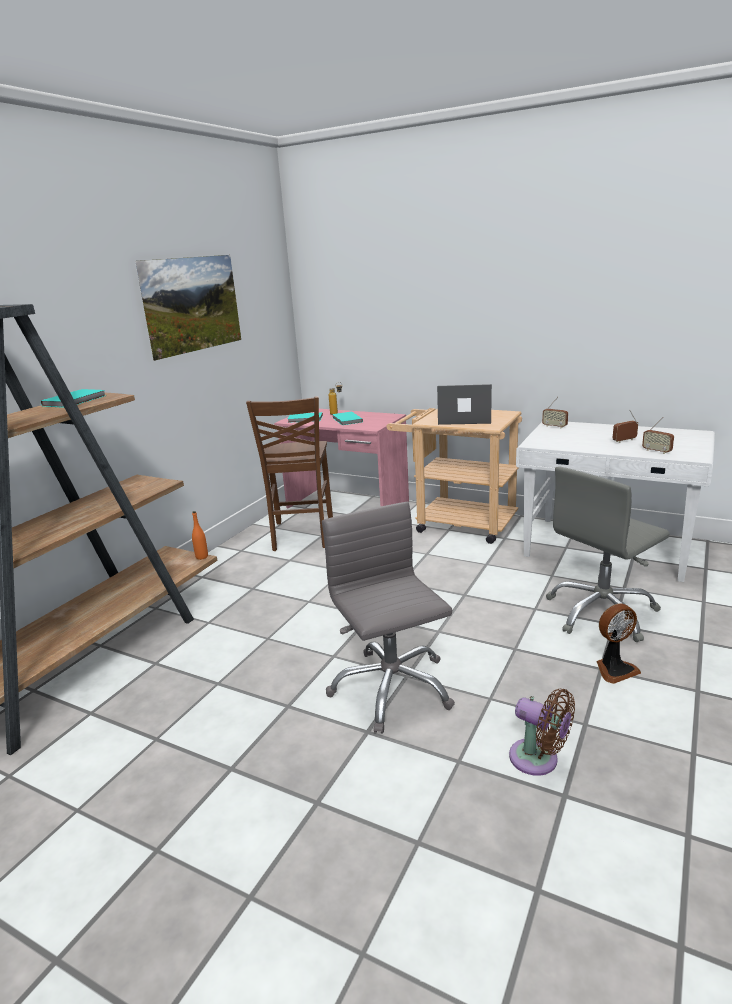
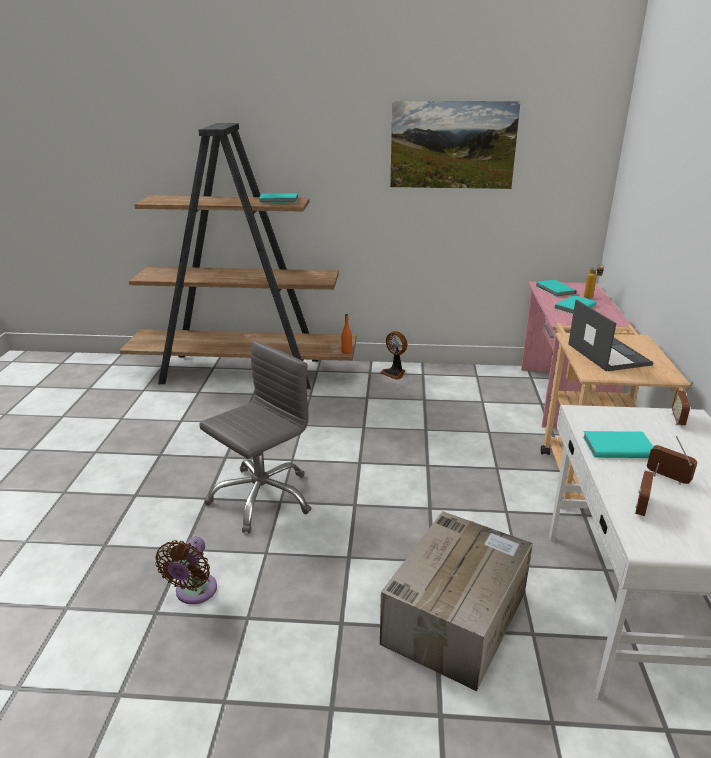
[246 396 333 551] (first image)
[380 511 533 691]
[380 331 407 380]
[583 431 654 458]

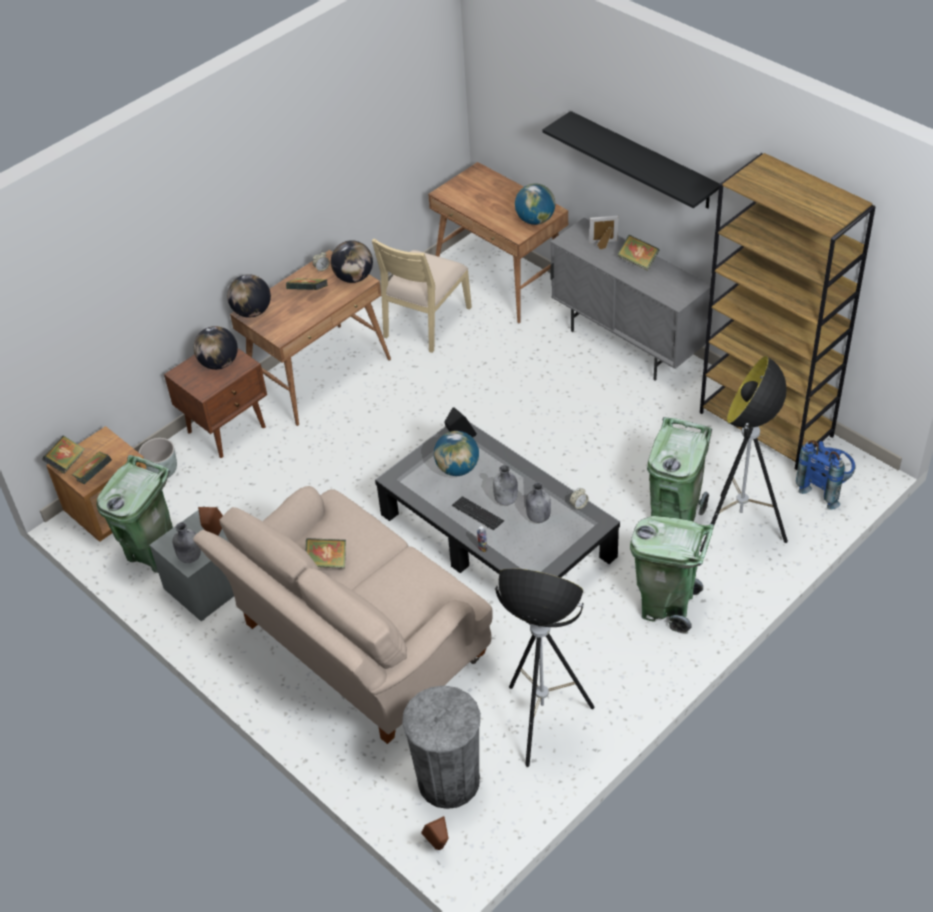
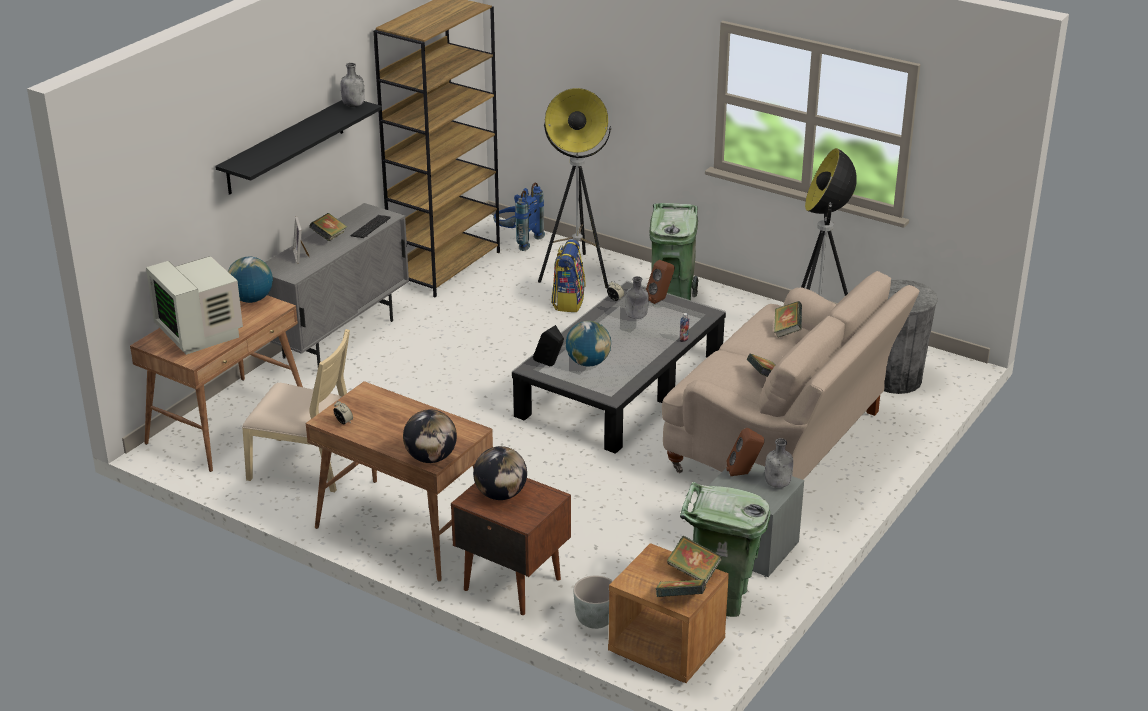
[774 301 802 338]
[331 240 373 283] (first image)
[646 260 675 304]
[351 215 391 238]
[341 63 365 107]
[551 239 585 312]
[146 256 243 355]

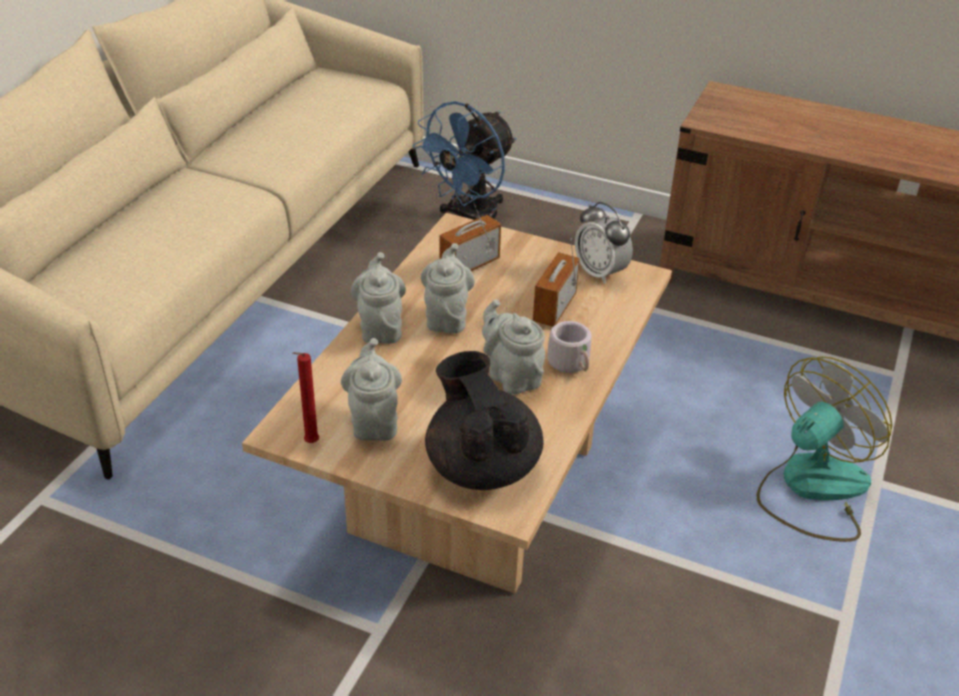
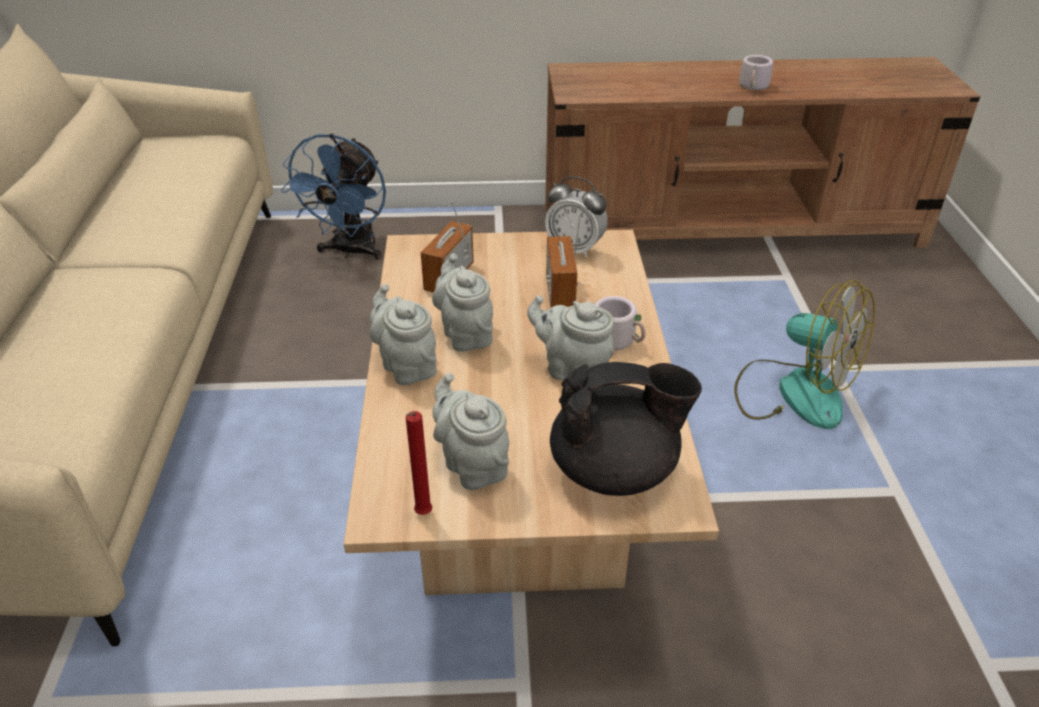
[550 362 702 496]
[734 280 875 429]
[739 55 776 90]

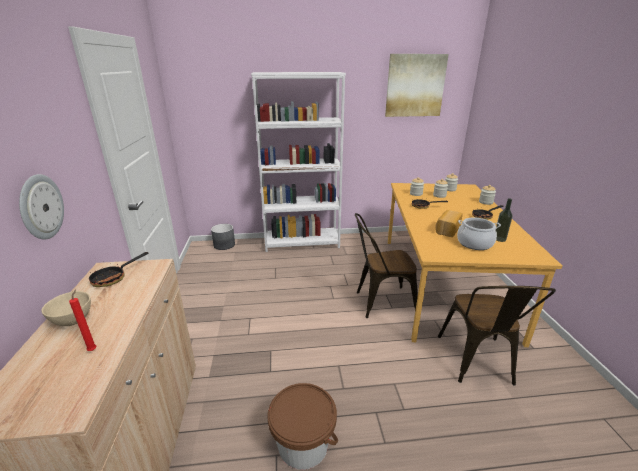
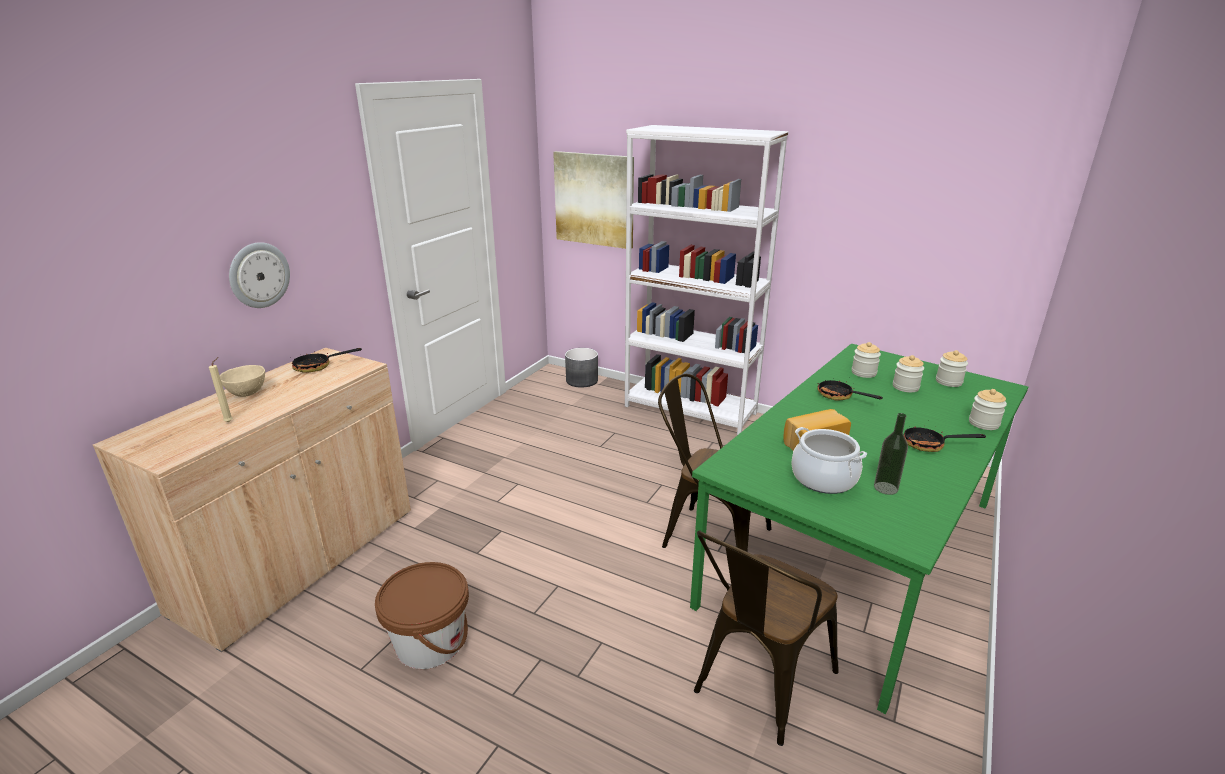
[209 357 233 422]
[553 151 634 249]
[690 343 1028 714]

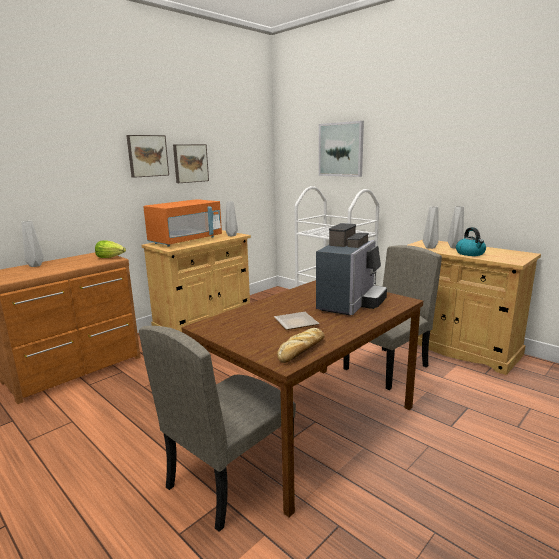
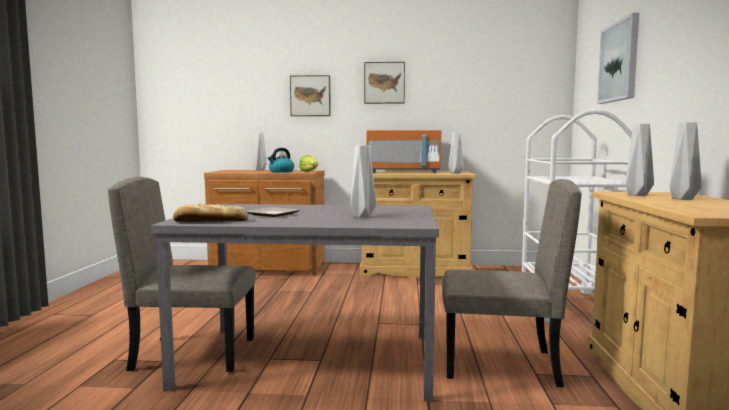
[290 75 331 116]
[151 204 439 402]
[350 146 376 218]
[268 148 294 173]

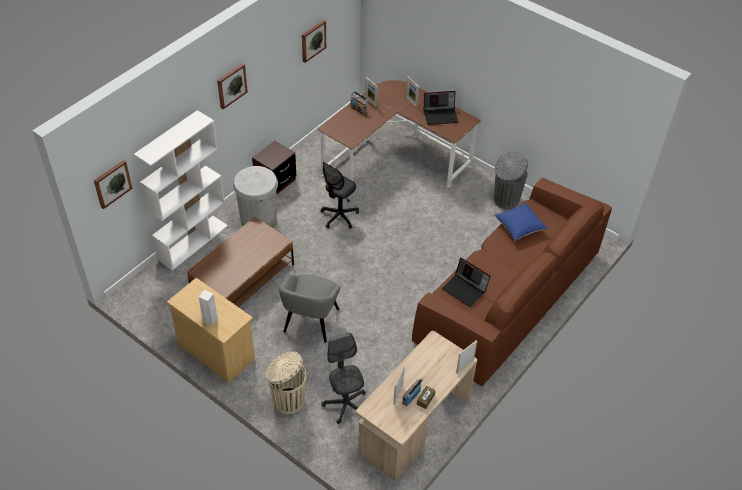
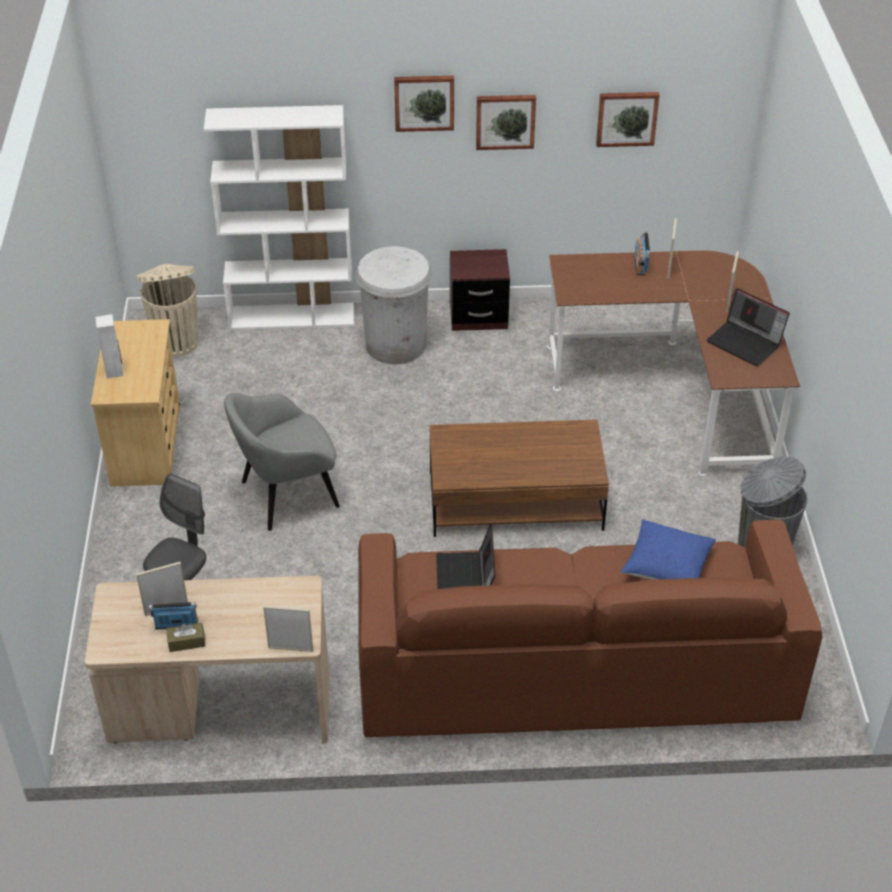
[476 95 536 150]
[430 419 609 537]
[136 264 199 357]
[321 162 359 229] (first image)

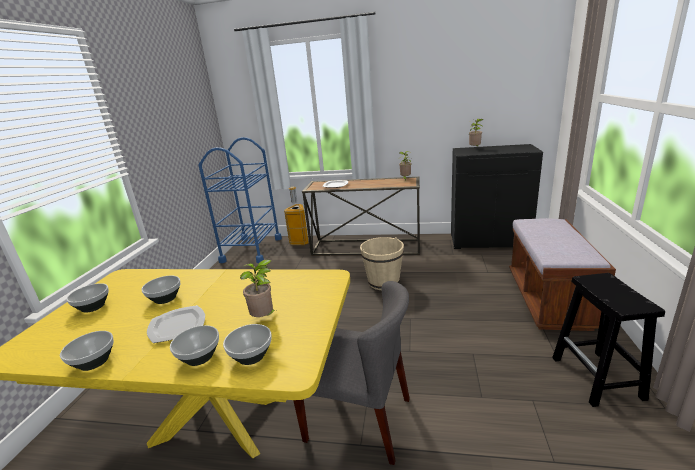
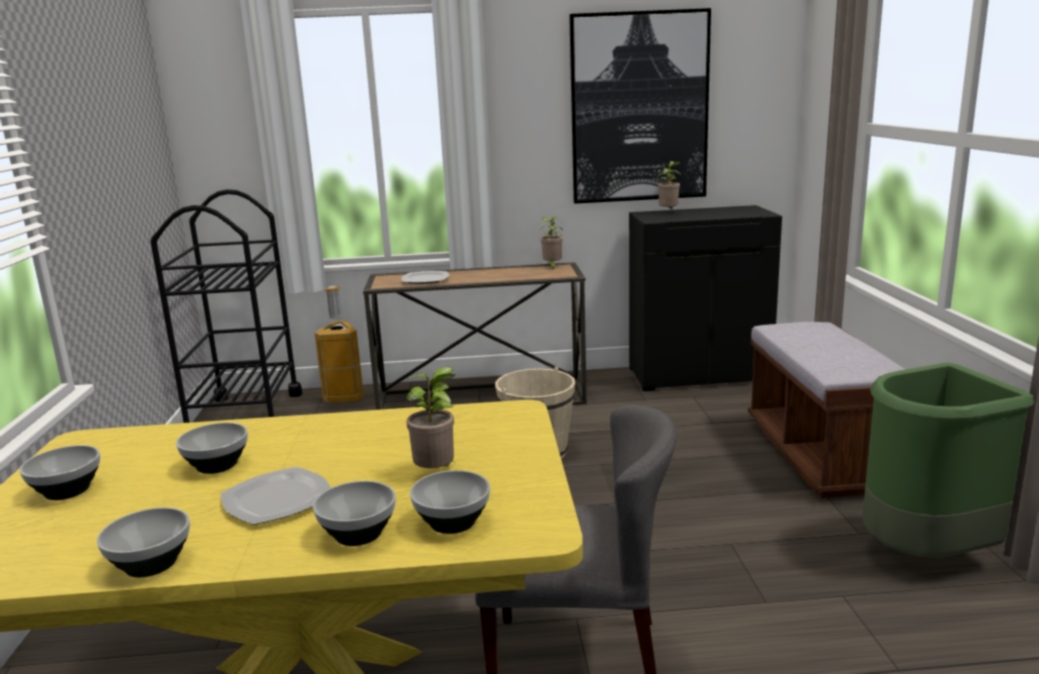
[150 189 302 423]
[862 363 1034 559]
[569 8 711 204]

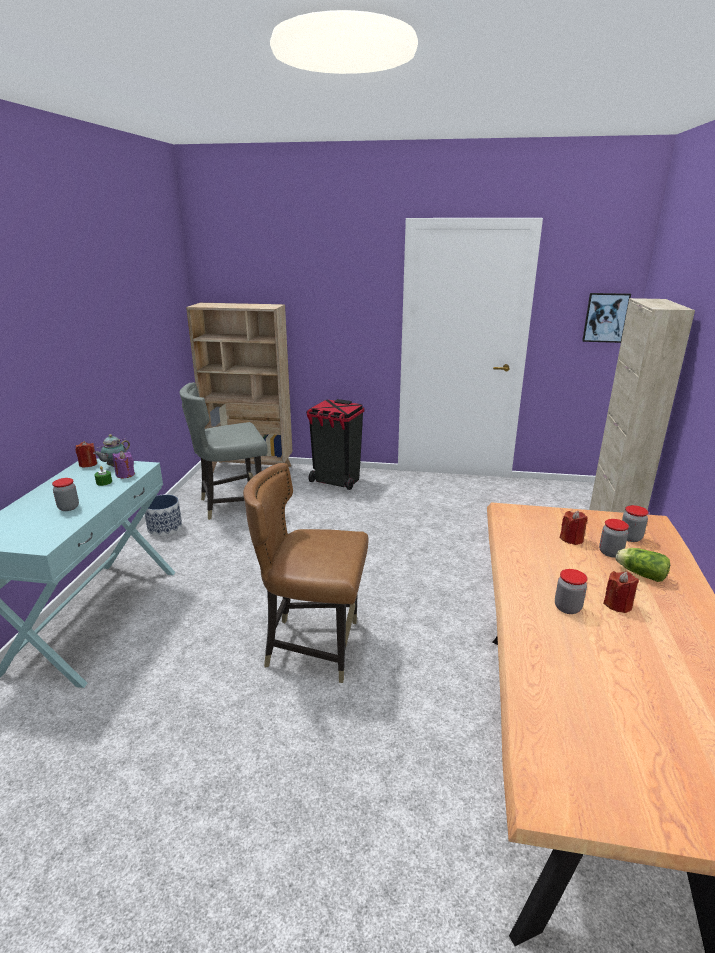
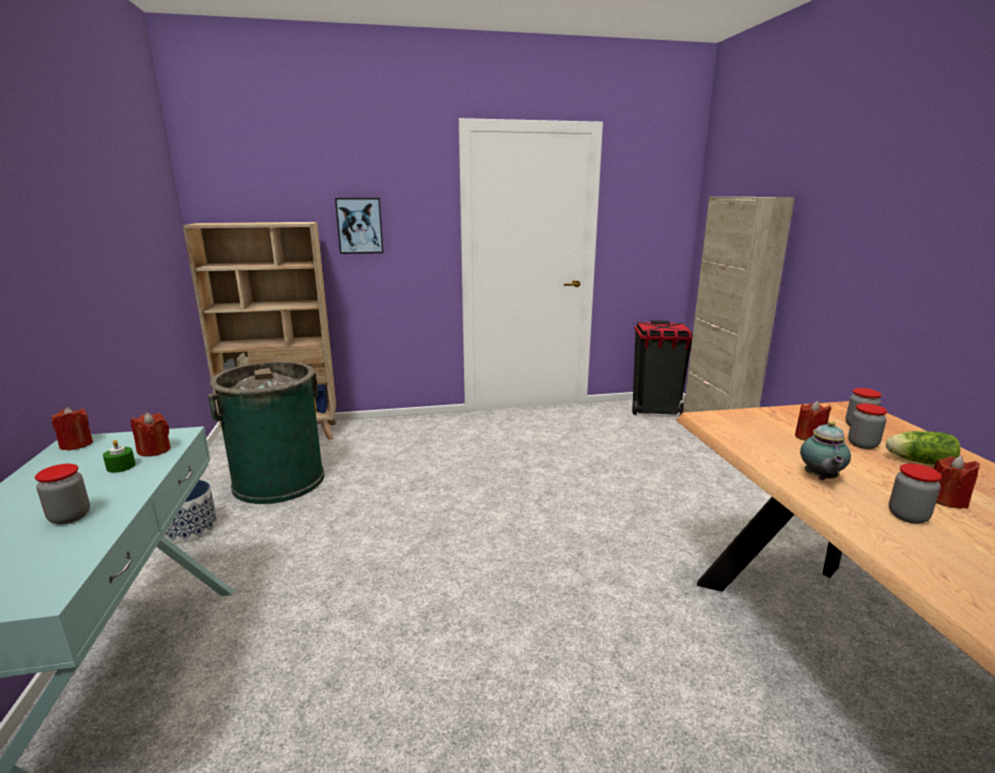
[800 421 851 480]
[131 413 171 456]
[208 361 324 504]
[243 463 369 683] (first image)
[632 320 693 415]
[335 198 383 254]

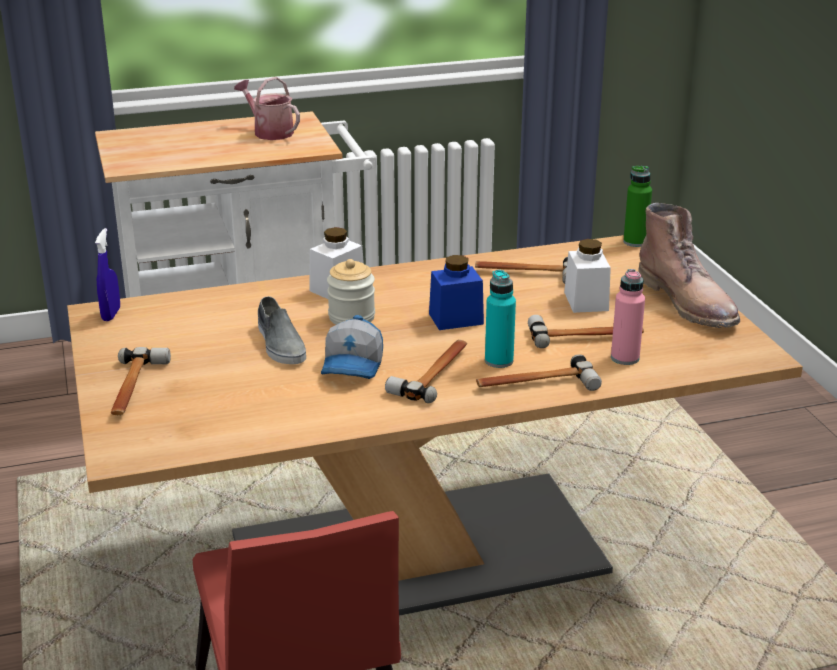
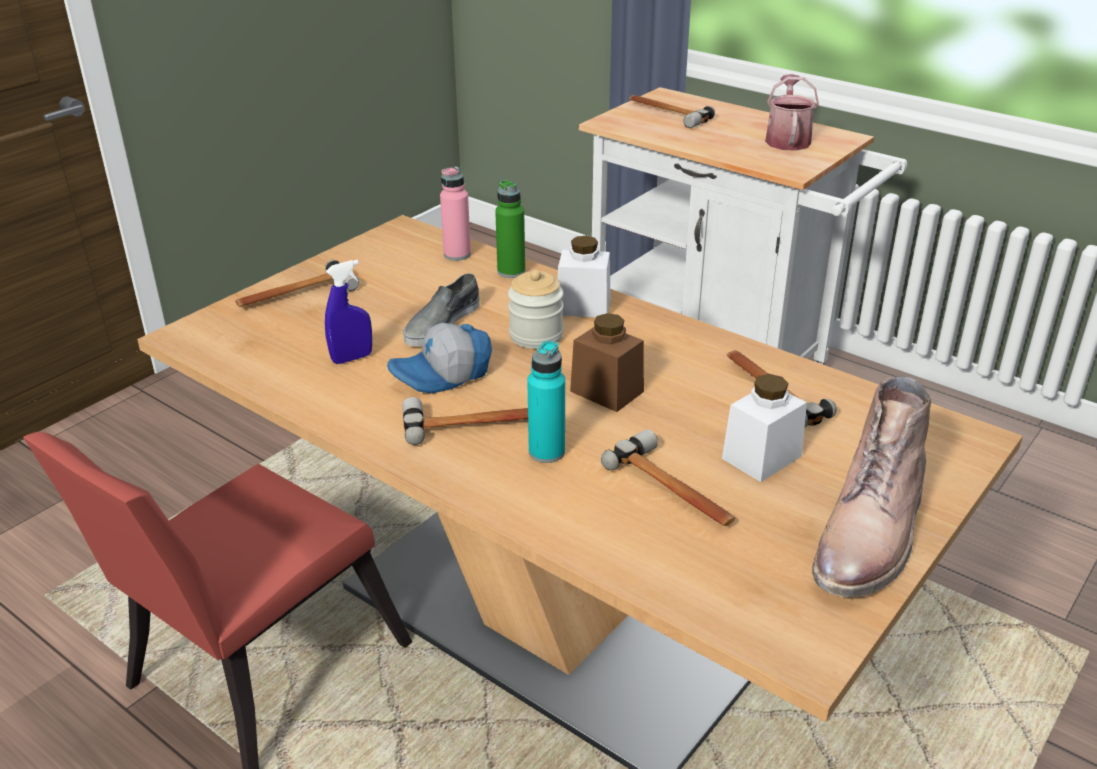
[325 260 372 364]
[570 313 644 412]
[629 95 715 128]
[440 166 471 261]
[495 180 525 278]

